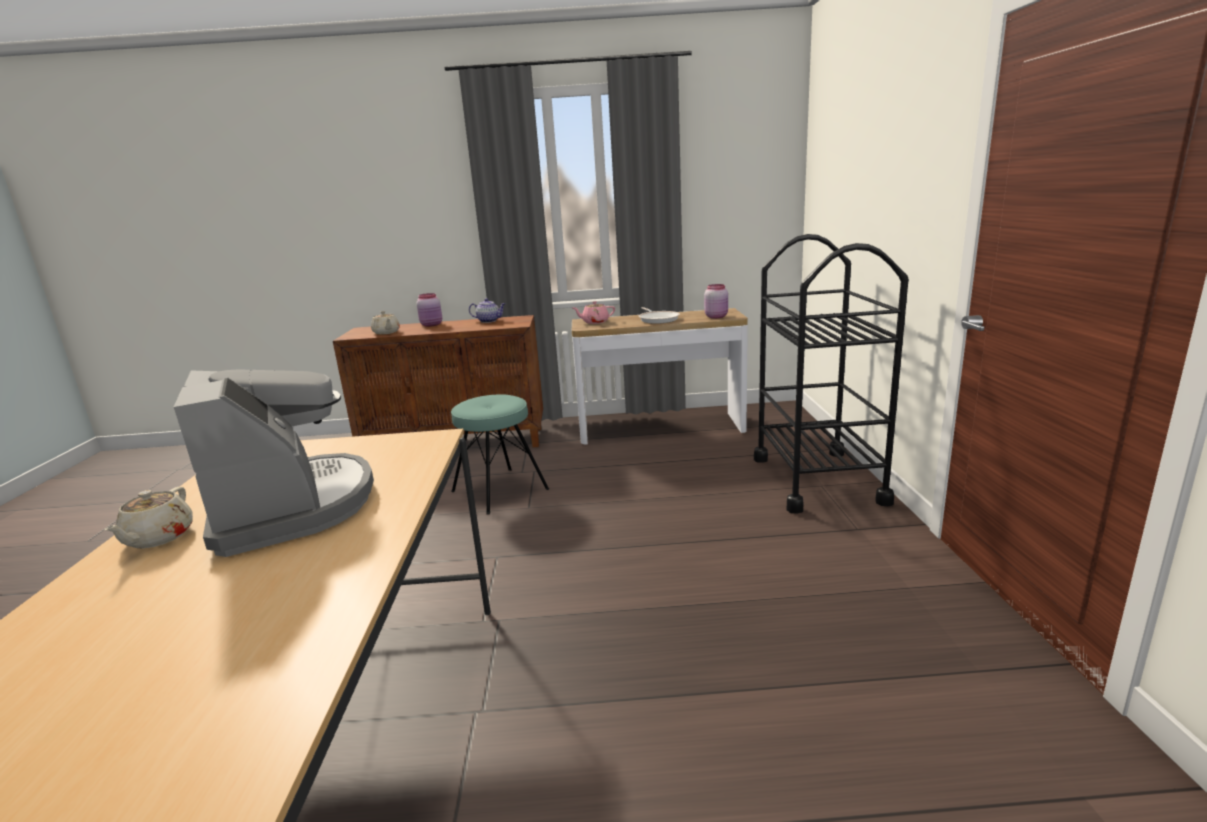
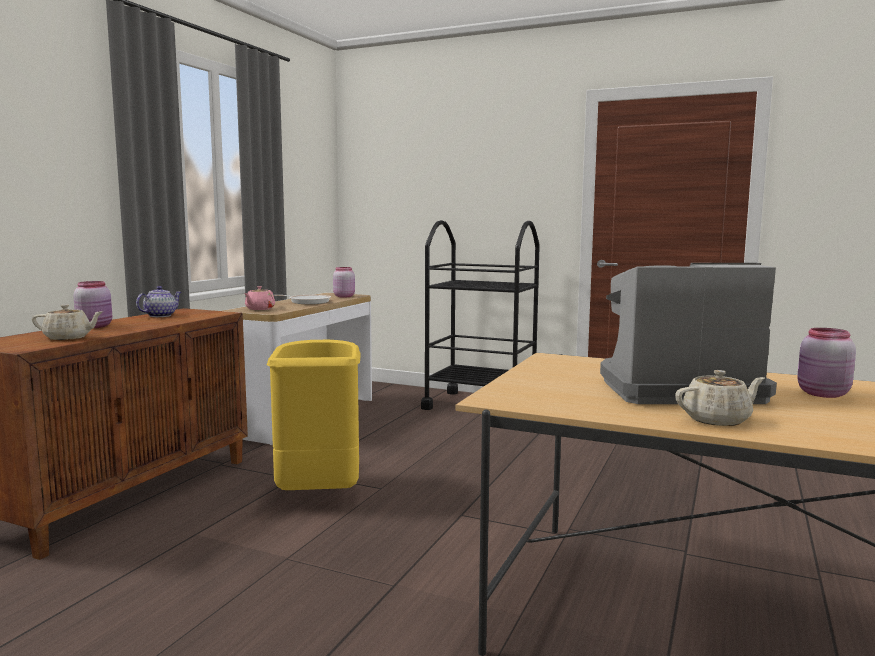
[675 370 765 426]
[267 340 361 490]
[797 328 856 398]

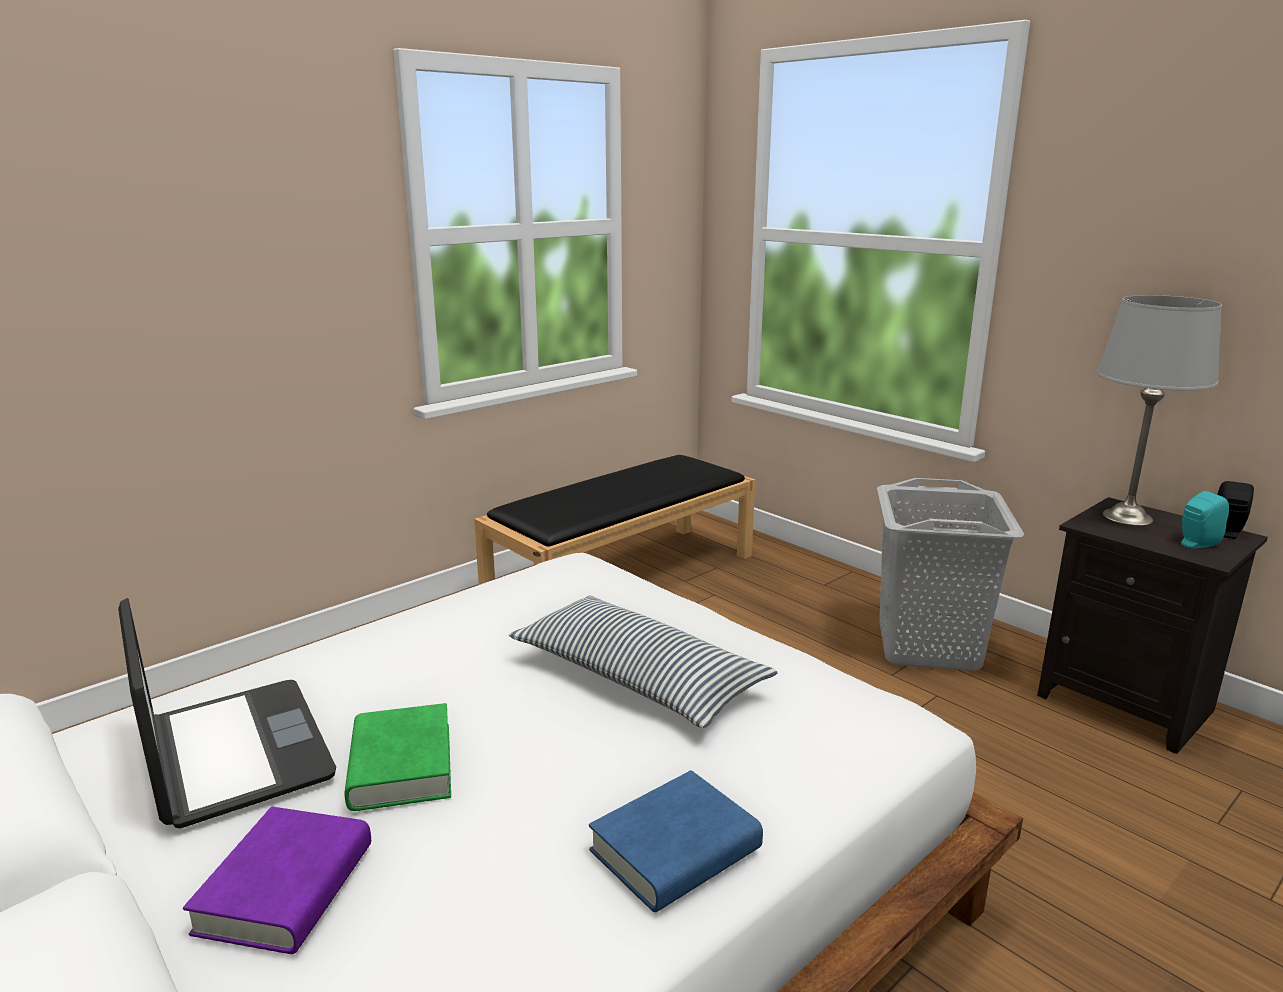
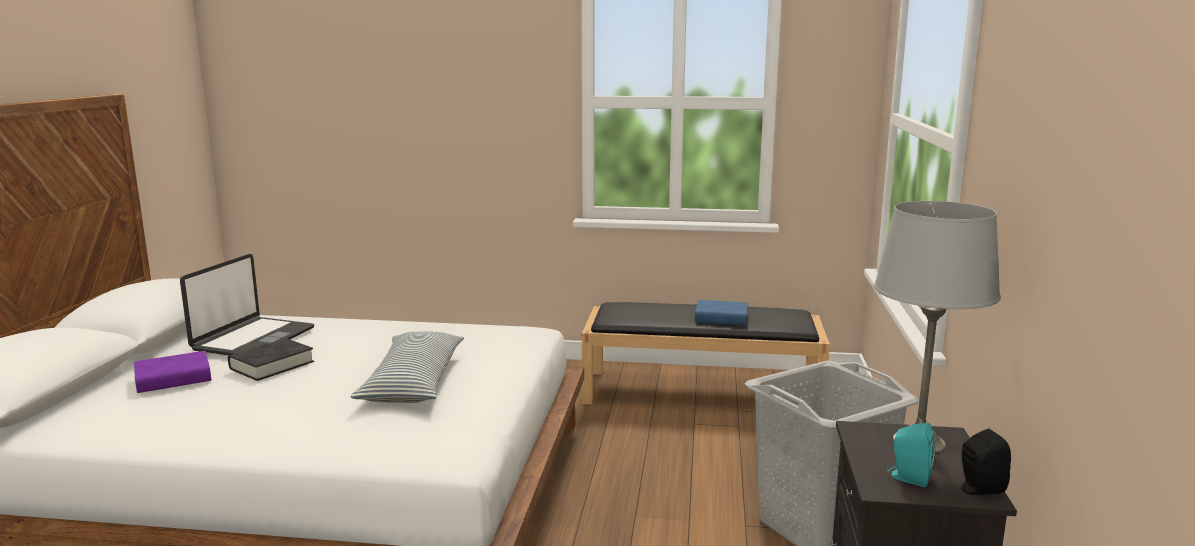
[228 338 314 381]
[695 300 748 325]

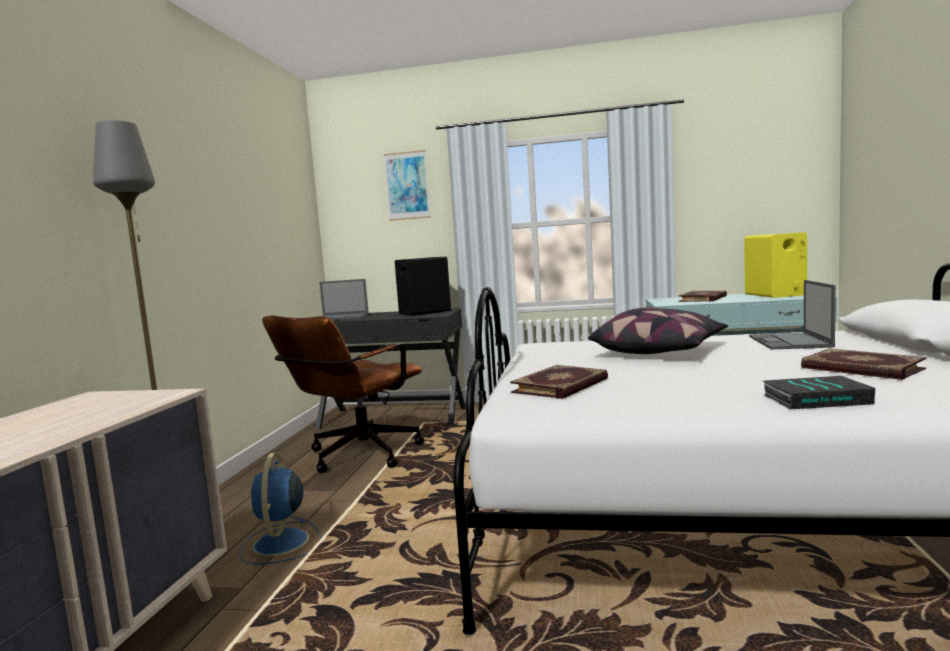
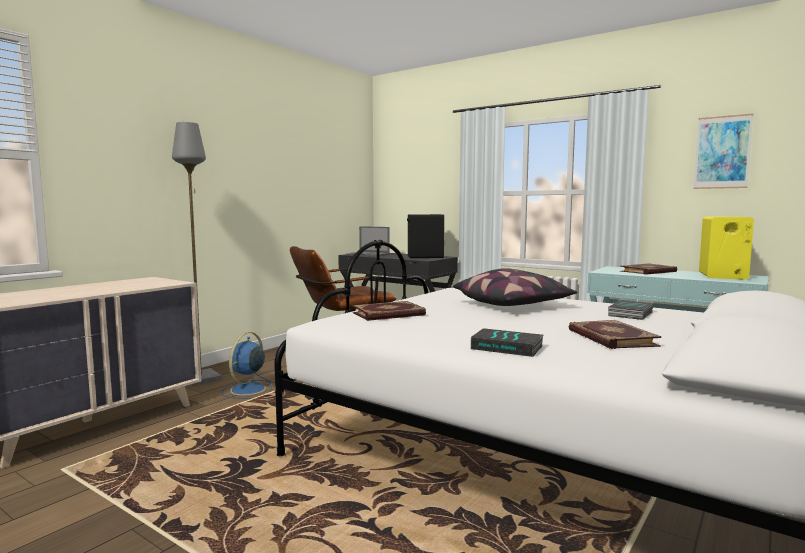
[694 114 753 189]
[608 300 654 320]

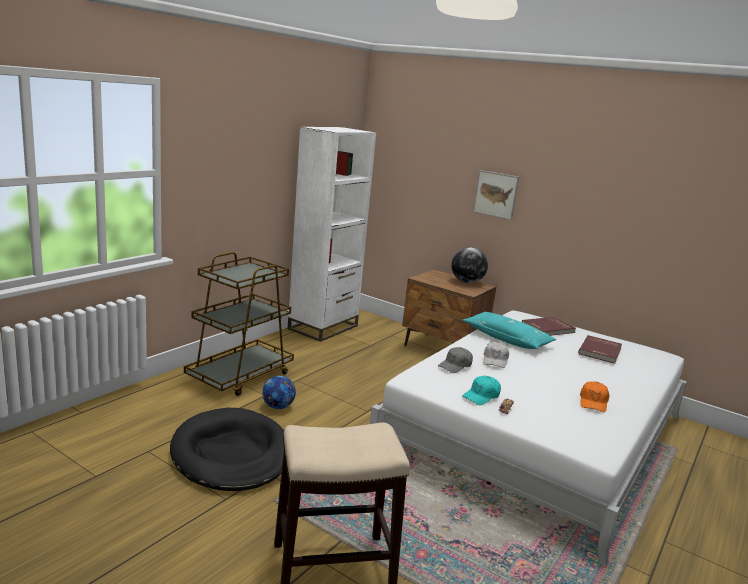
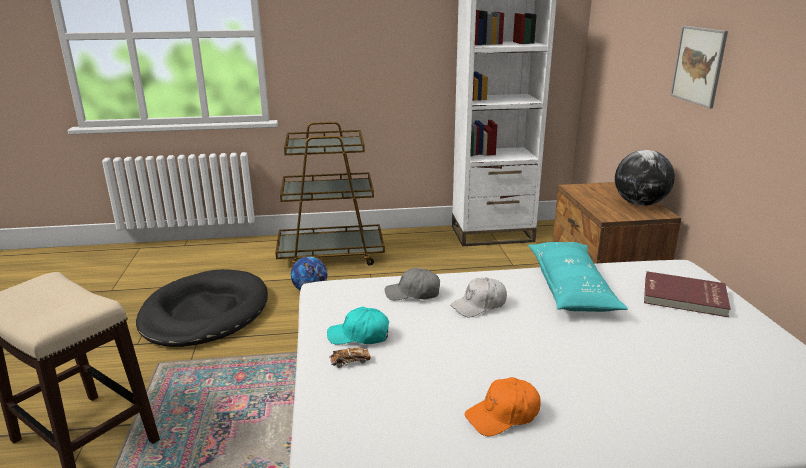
[578 335 622 364] (first image)

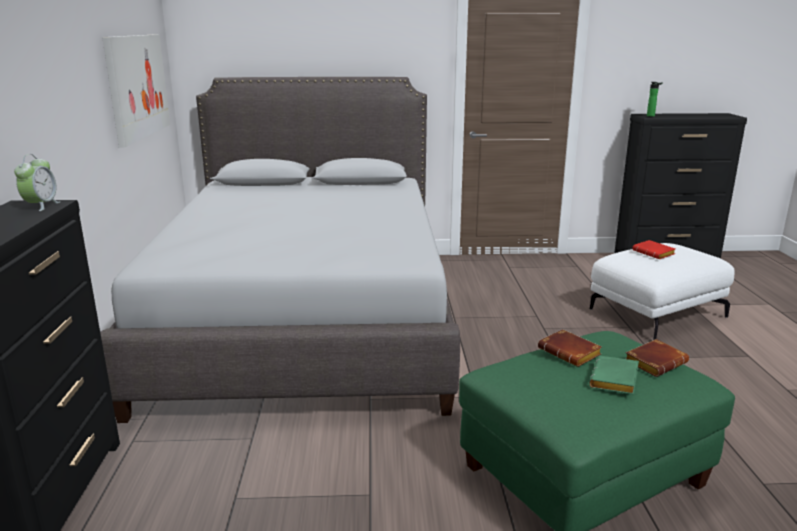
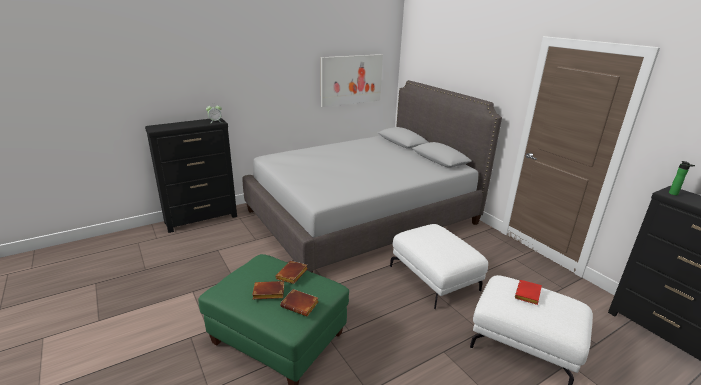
[252 281 284 299]
[390 224 488 309]

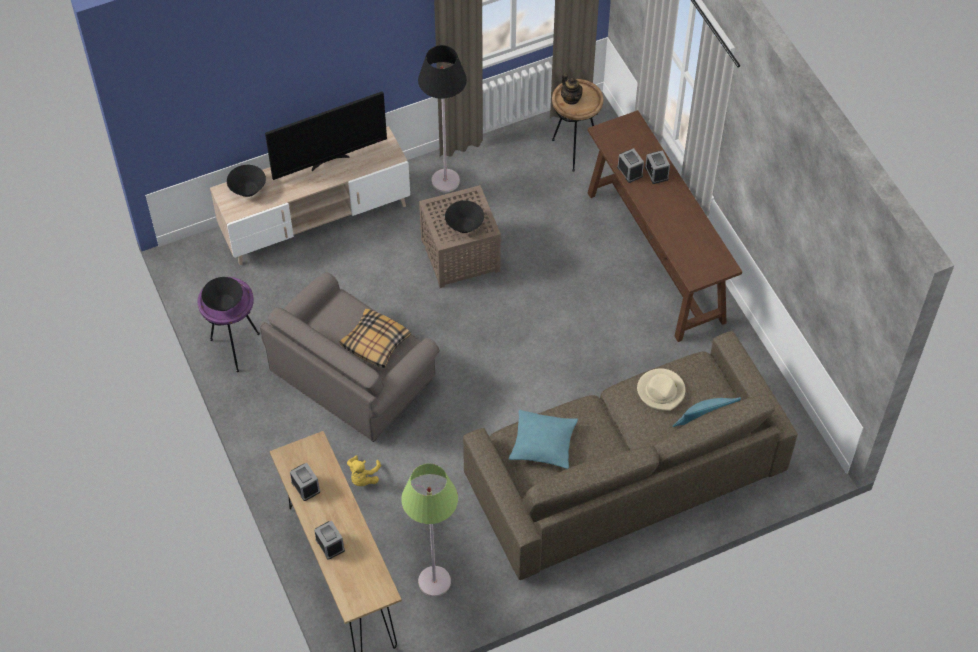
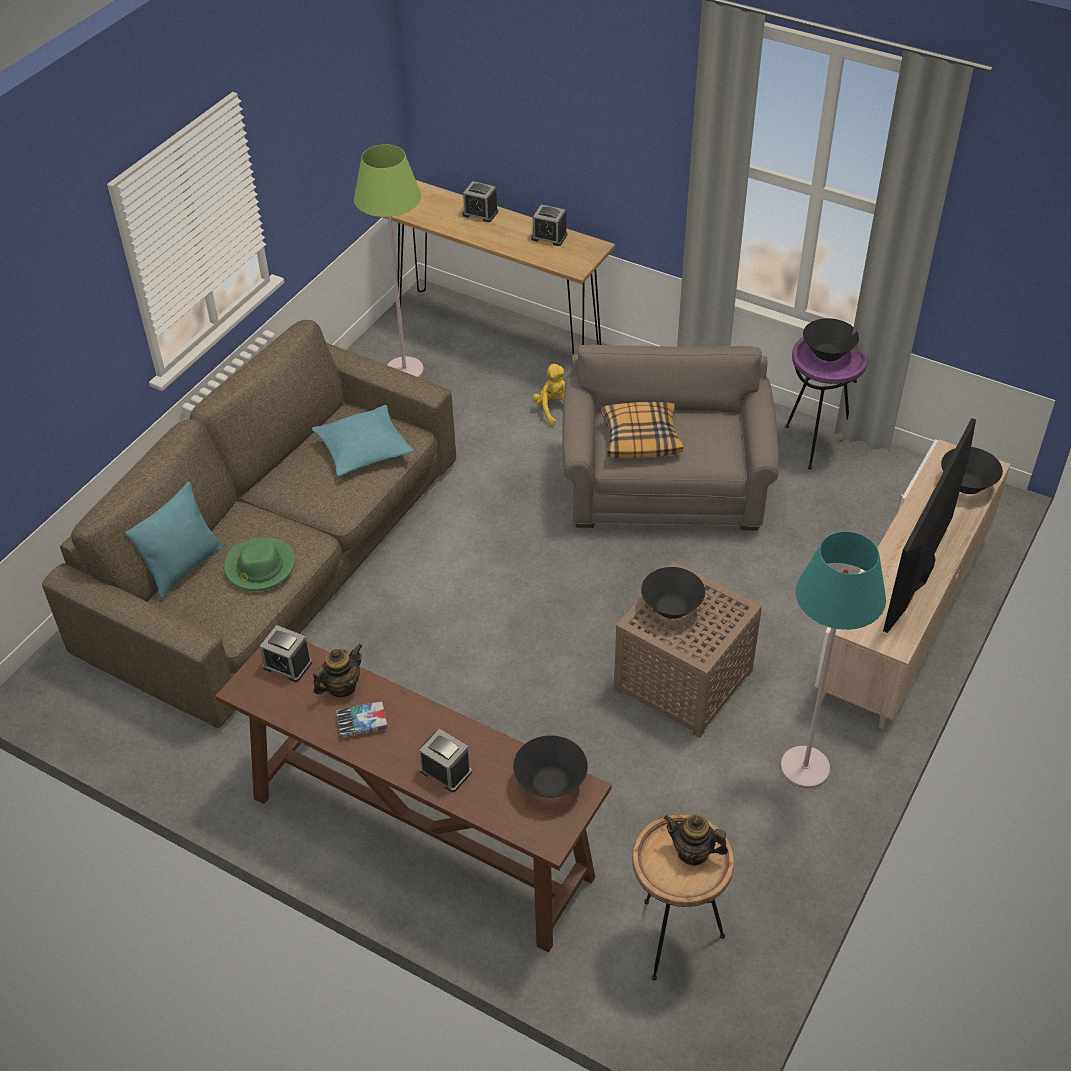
[781 531 886 789]
[260 625 312 682]
[224 537 295 591]
[313 644 362 697]
[336 702 388 738]
[513 735 588 798]

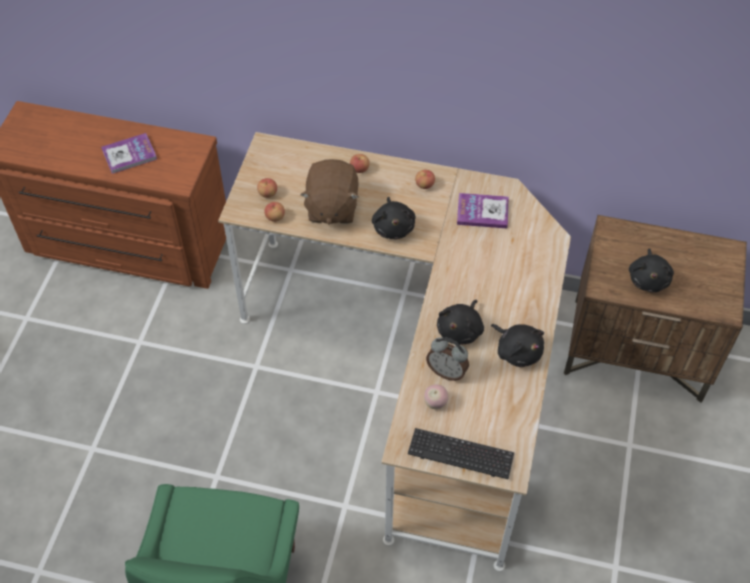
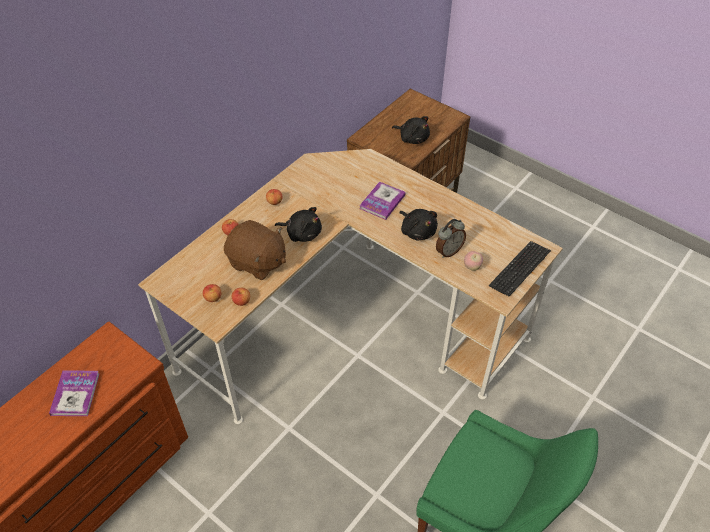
[359 182 406 220]
[491 324 544 367] (first image)

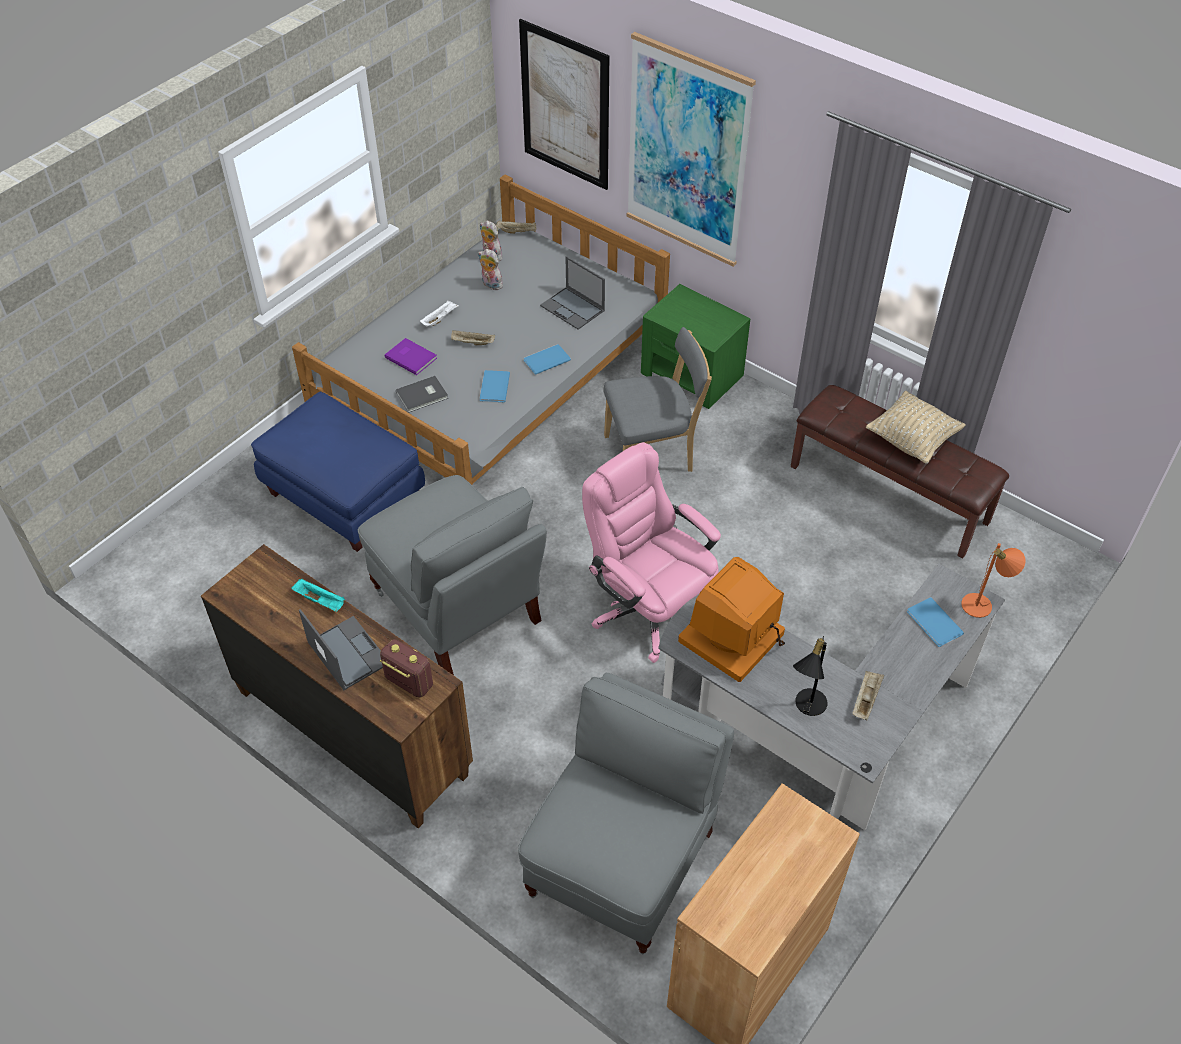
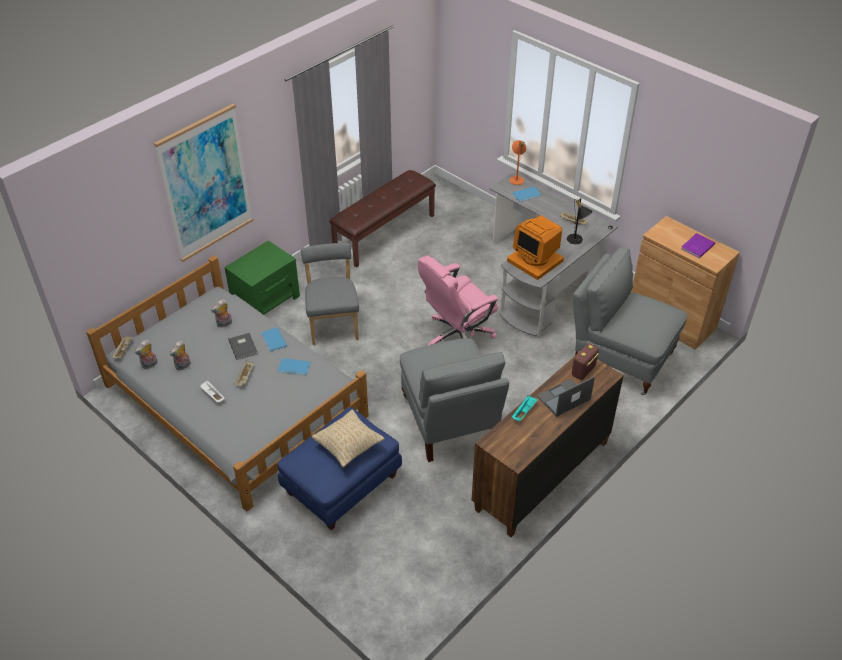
[400 338 509 462]
[681 233 715 259]
[228 333 258 360]
[519 19 609 190] (first image)
[211 299 232 328]
[312 410 384 467]

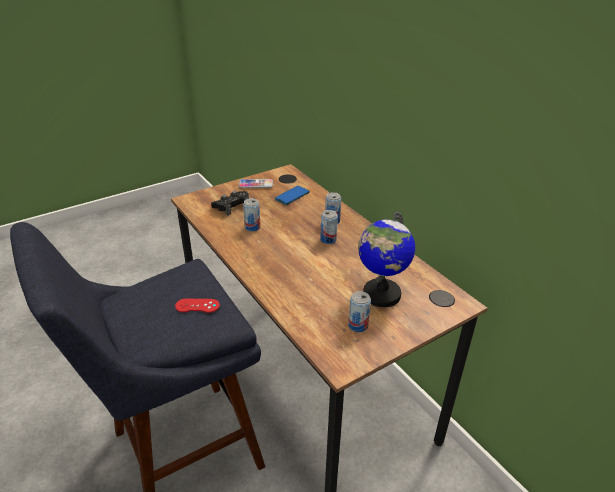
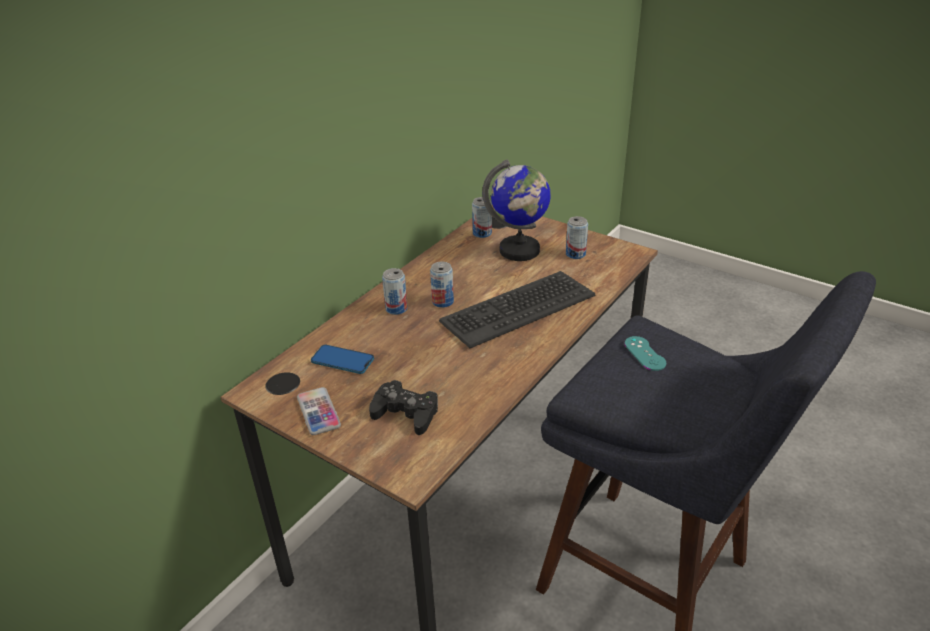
[625 336 666 371]
[472 197 492 238]
[439 271 595 348]

